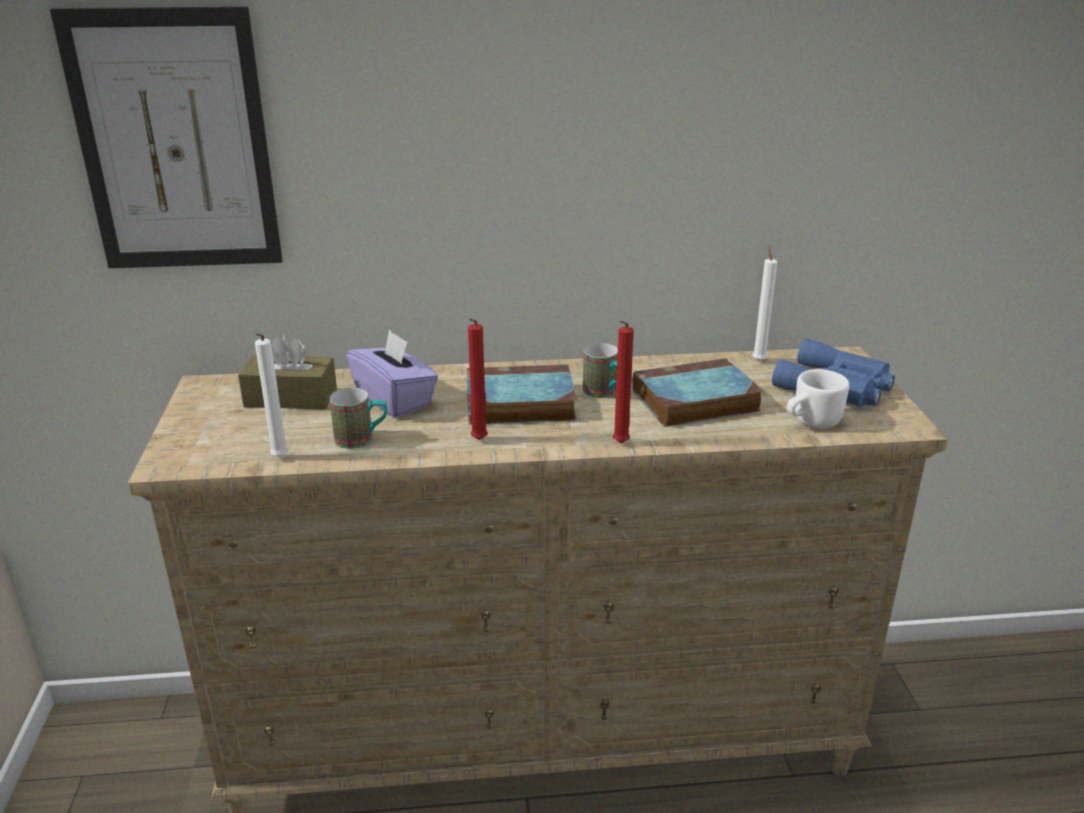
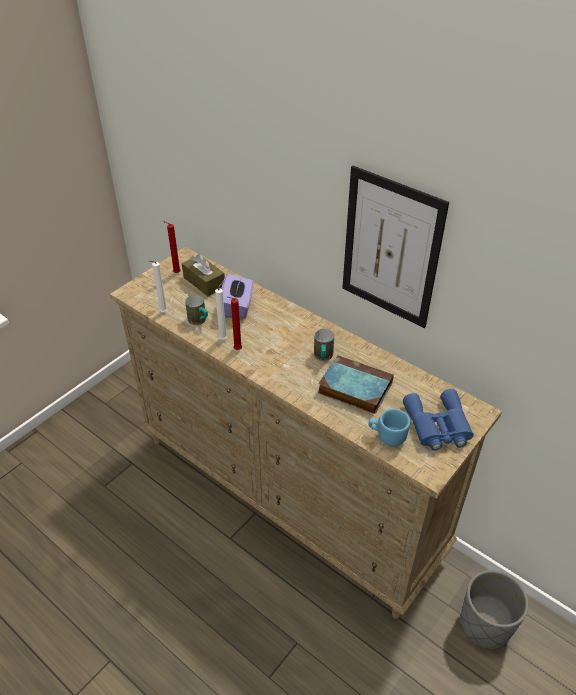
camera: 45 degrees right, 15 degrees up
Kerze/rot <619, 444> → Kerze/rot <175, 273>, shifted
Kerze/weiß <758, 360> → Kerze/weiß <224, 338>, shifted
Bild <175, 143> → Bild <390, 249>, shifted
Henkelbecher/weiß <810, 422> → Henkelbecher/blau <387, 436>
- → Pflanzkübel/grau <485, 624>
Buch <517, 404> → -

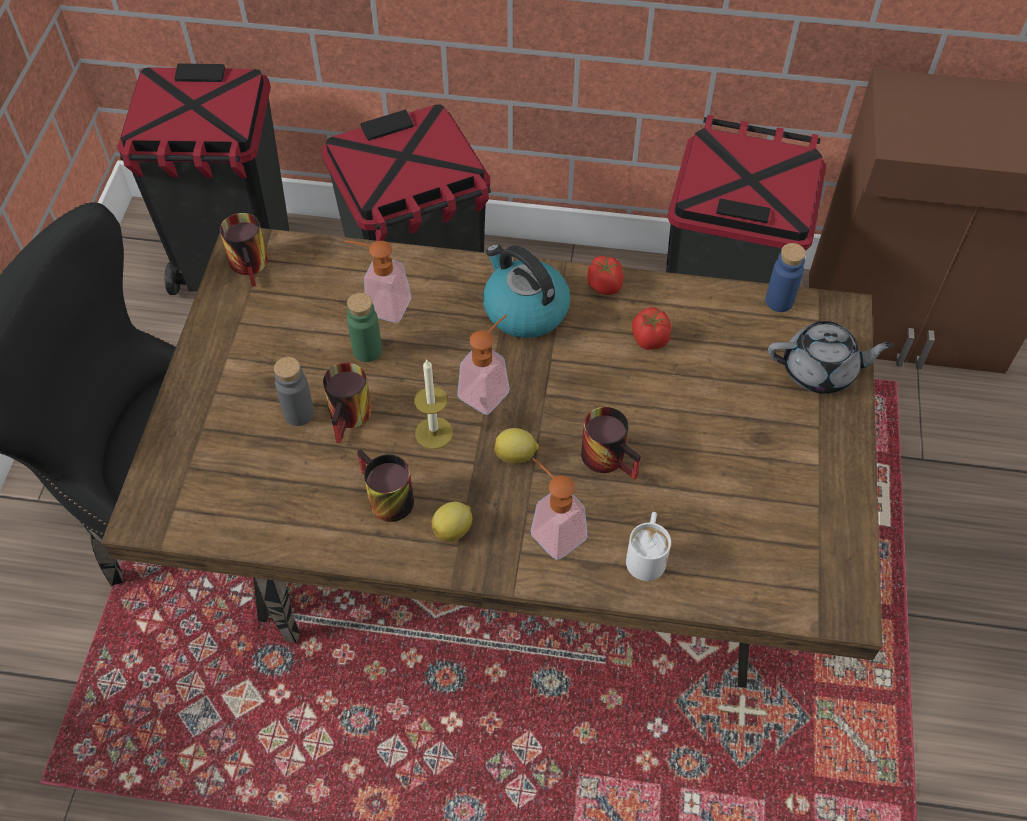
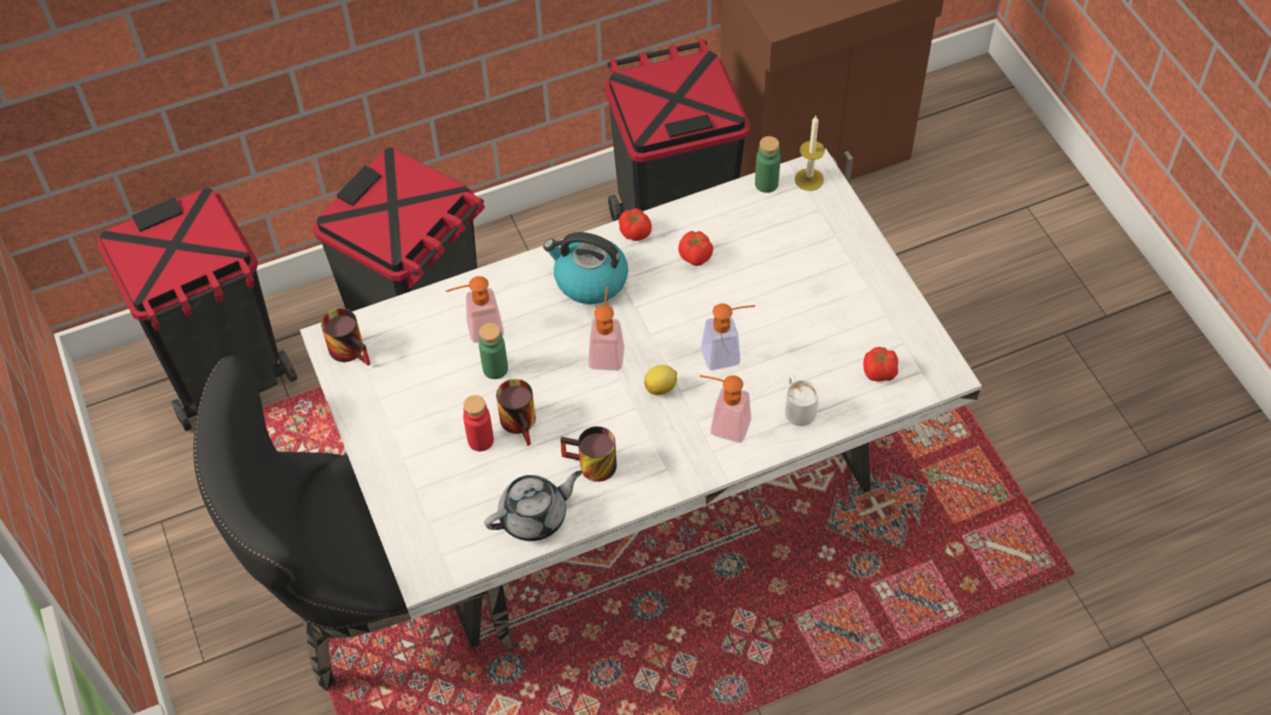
camera: 30 degrees left, 0 degrees up
Esstisch/braun <516, 560> → Esstisch/weiß <641, 491>
Flasche/grau <299, 413> → Flasche/rot <480, 440>
Teekanne/grau <820, 371> → Teekanne/grau <534, 516>, shifted
Henkelbecher <611, 457> → Seifenspender <728, 354>
Flasche/blau <779, 301> → Flasche/grün <766, 184>
Kerze <434, 433> → Kerze <809, 179>, shifted
- → Tomate <880, 373>
Zitrone <453, 529> → -

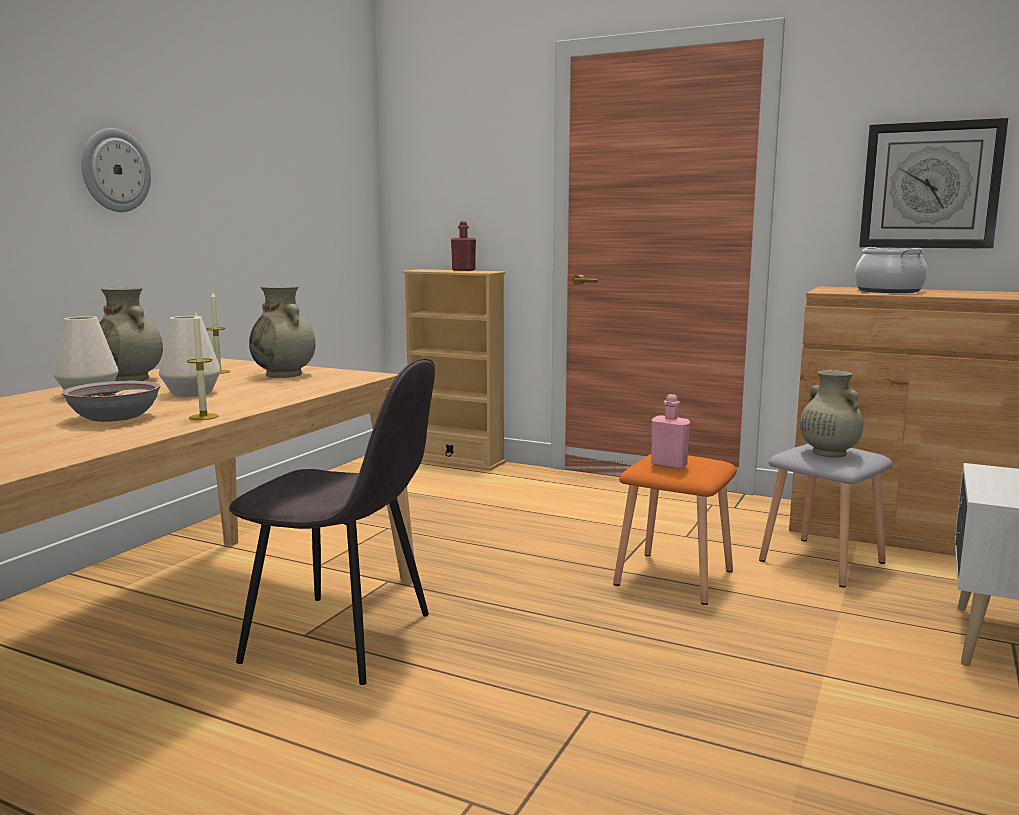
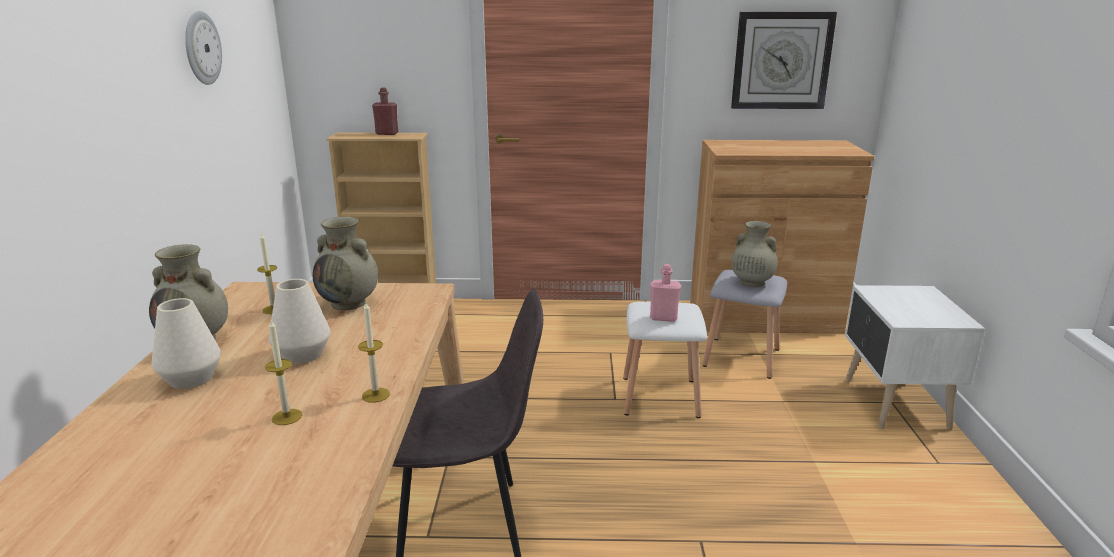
camera: 25 degrees left, 10 degrees up
Wanduhr <115, 170> → Wanduhr <201, 48>, shifted
Schüssel <115, 418> → Kerze <287, 417>
Hocker/orange <676, 577> → Hocker/weiß <661, 396>
Kochtopf <888, 291> → -

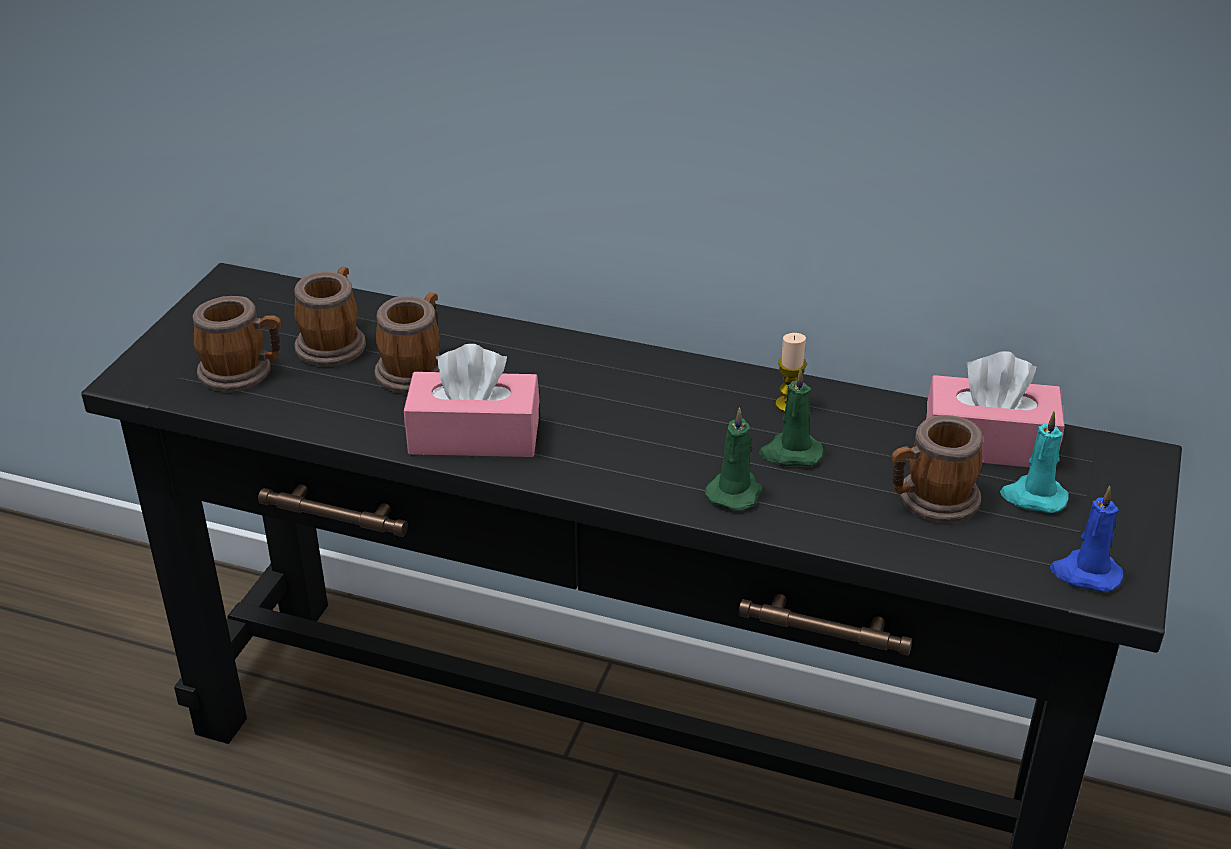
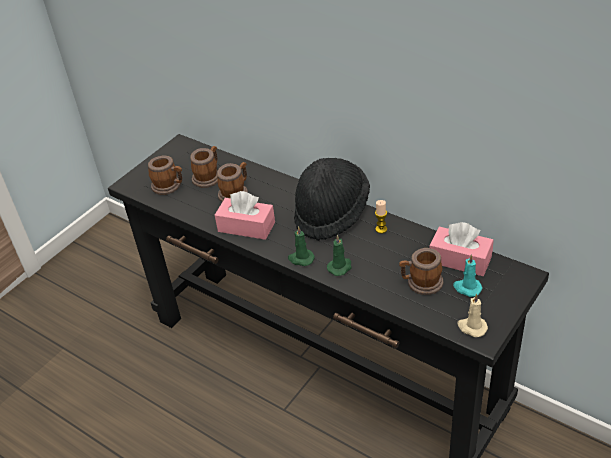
camera: 20 degrees right, 5 degrees up
Kerze/grün <790, 453> → Kerze/grün <301, 259>, shifted
- → Hut/schwarz <331, 213>
Kerze/blau <1085, 574> → Kerze/beige <471, 327>

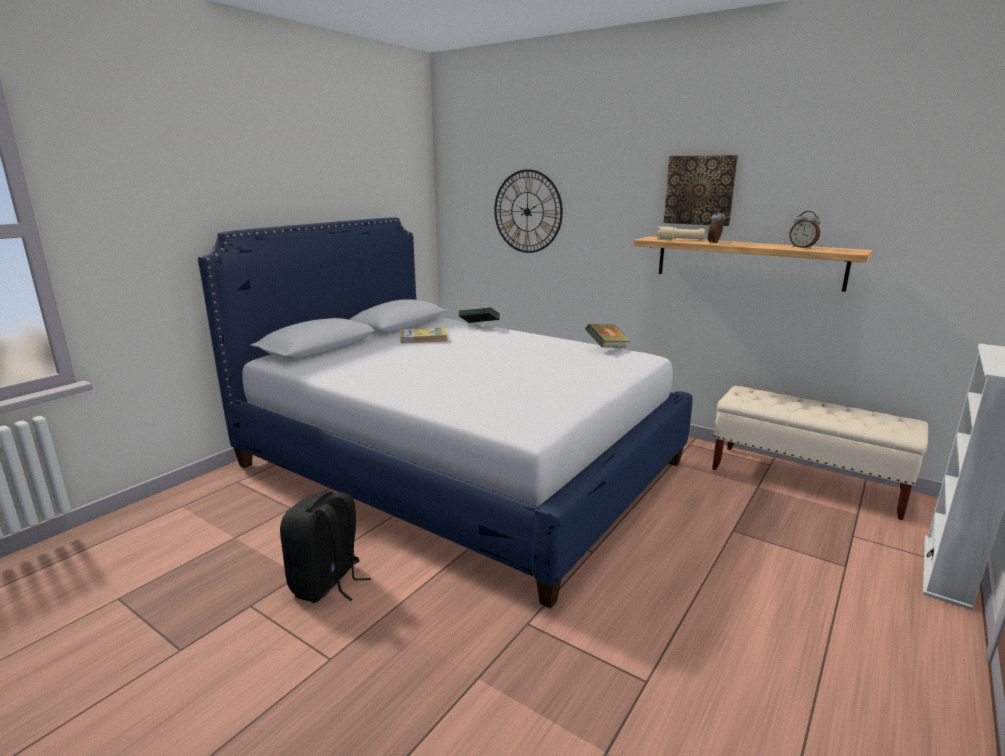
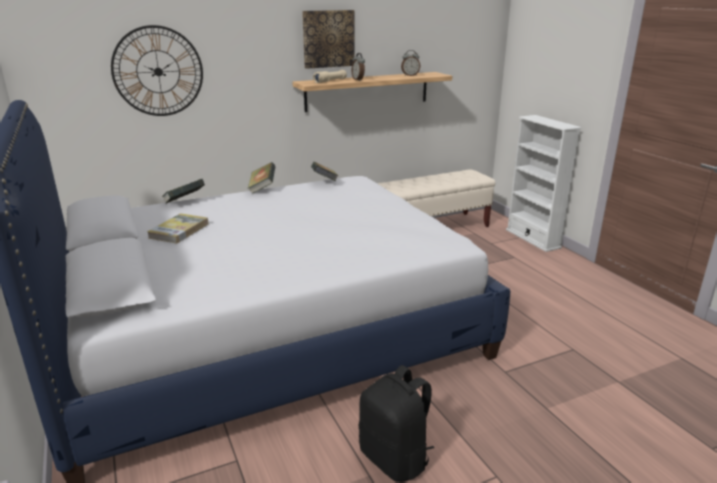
camera: 60 degrees left, 5 degrees up
- → Buch <262, 188>

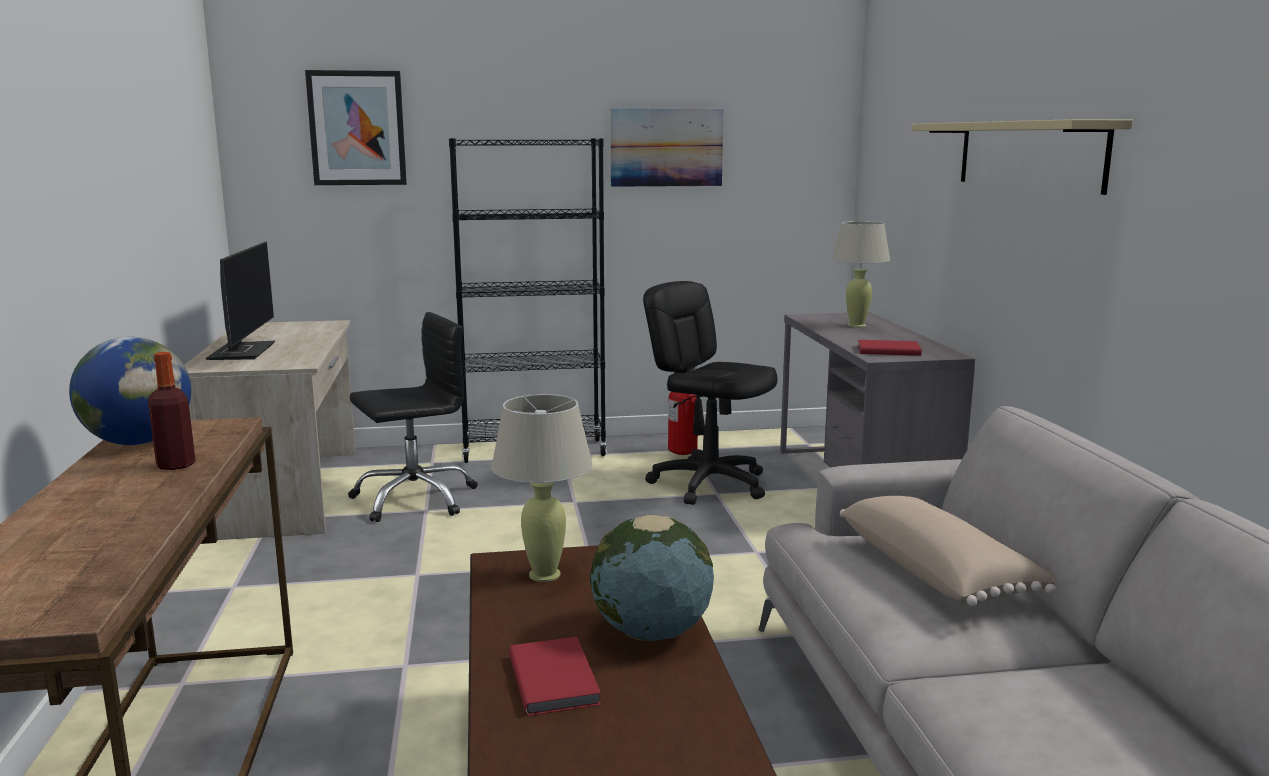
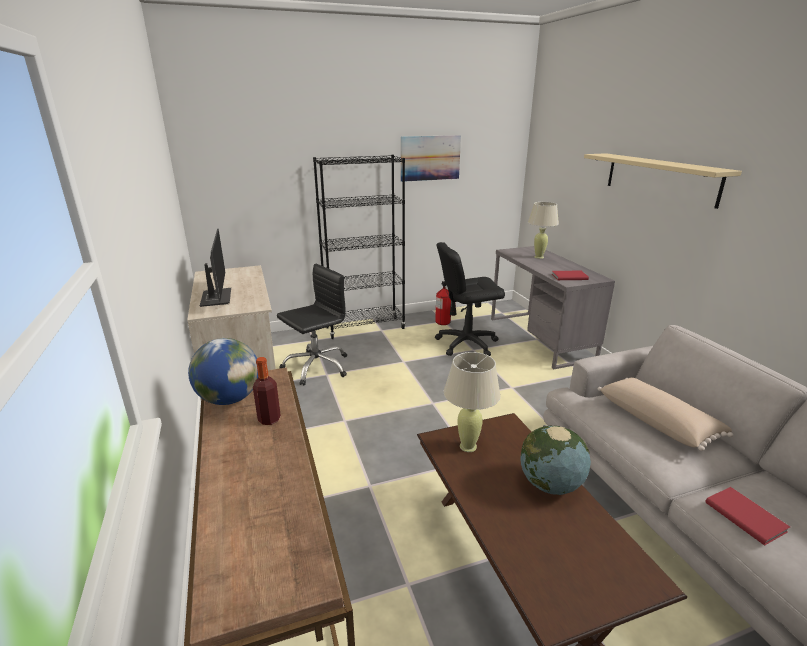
camera: 10 degrees left, 10 degrees up
Bürostuhl/schwarz <709, 484> → Bürostuhl/schwarz <466, 343>, 45 degrees counterclockwise
Buch/rot <555, 678> → Buch/rot <745, 516>, shifted
Bild <357, 128> → -

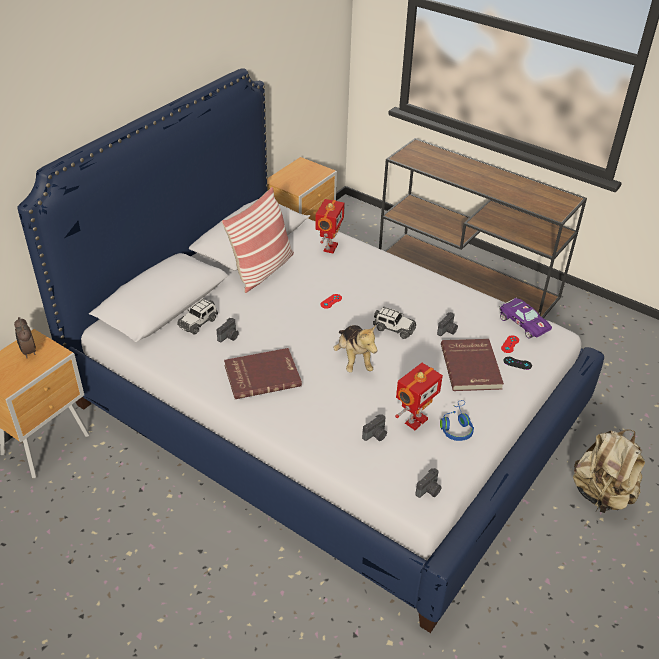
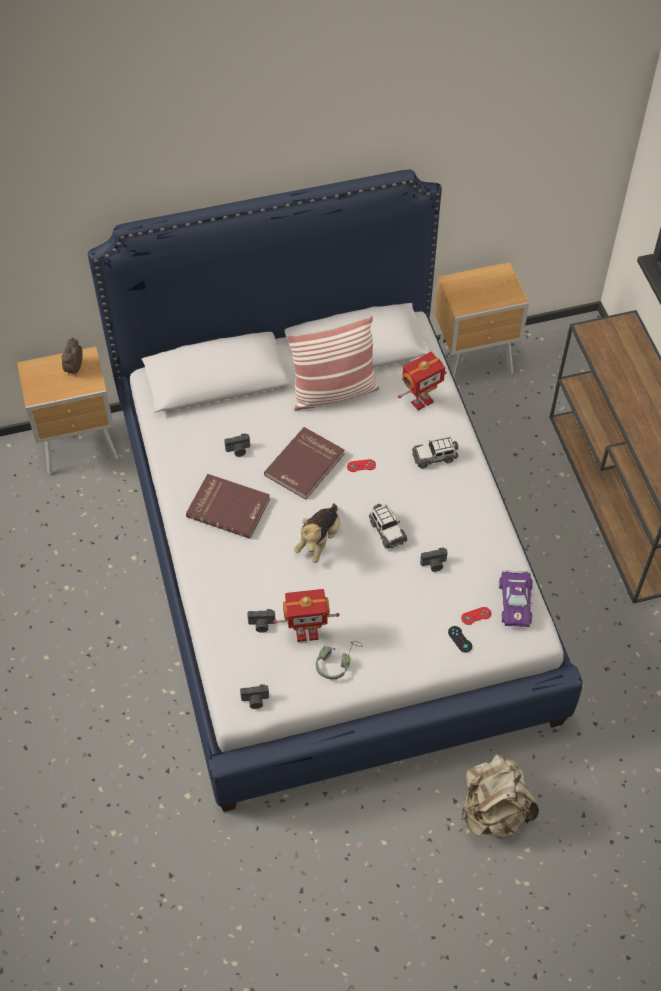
camera: 40 degrees right, 15 degrees up
Buch/rot <472, 367> → Buch/rot <305, 465>, shifted
Kopfhörer/blau <456, 426> → Kopfhörer/grau <336, 662>
Spielzeugauto <198, 322> → Spielzeugauto <434, 457>, shifted

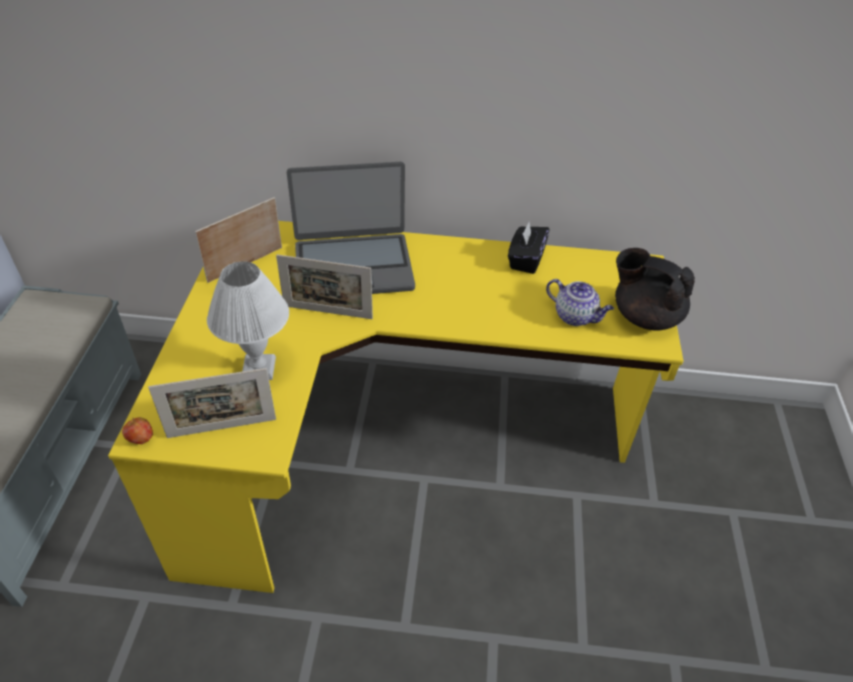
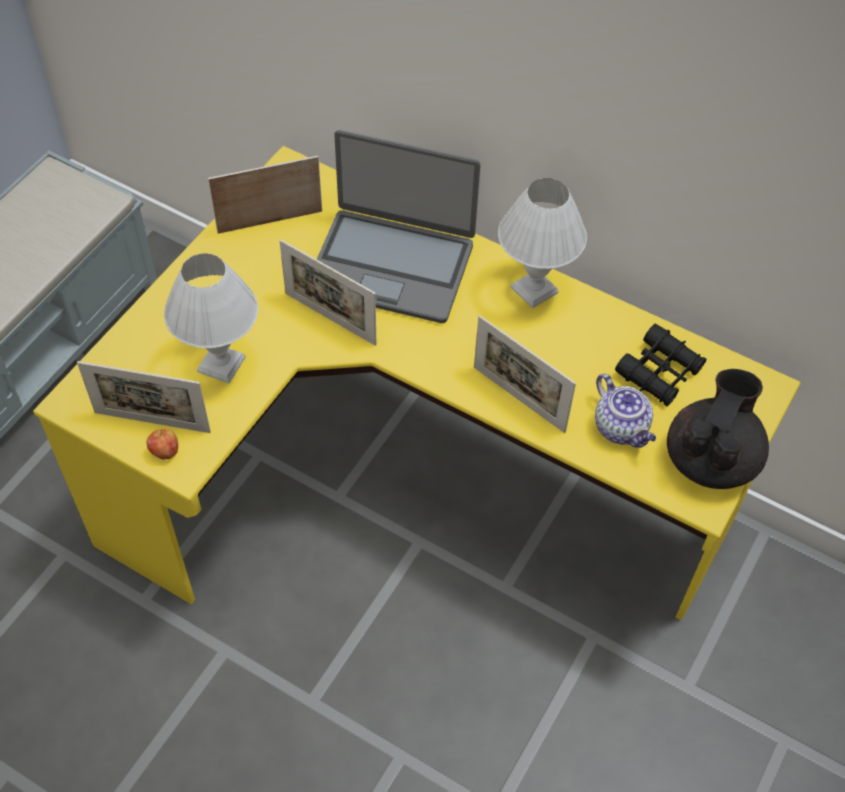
camera: 25 degrees right, 10 degrees up
Apfel <141, 439> → Apfel <165, 452>, shifted
- → Bilderrahmen <519, 399>
- → Tischlampe/weiß <533, 291>
- → Fernglas/schwarz <659, 372>
Teekanne/schwarz <644, 316> → Teekanne/schwarz <711, 459>, 60 degrees clockwise
Taschentuchbox/schwarz <525, 260> → -

